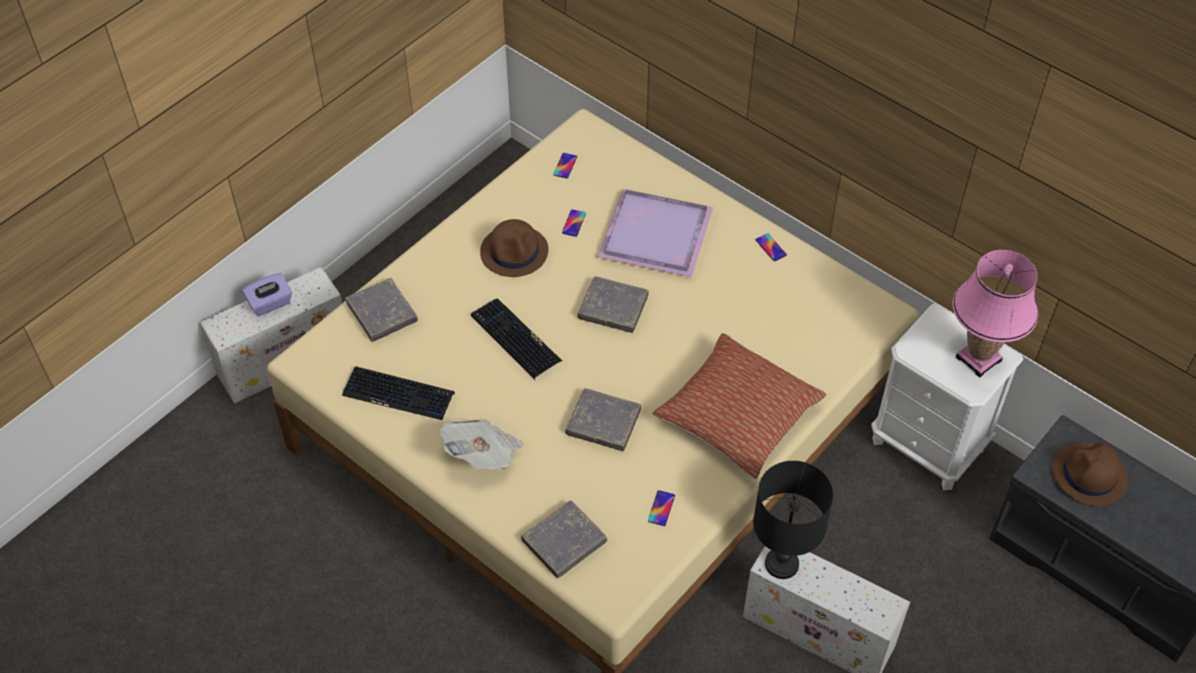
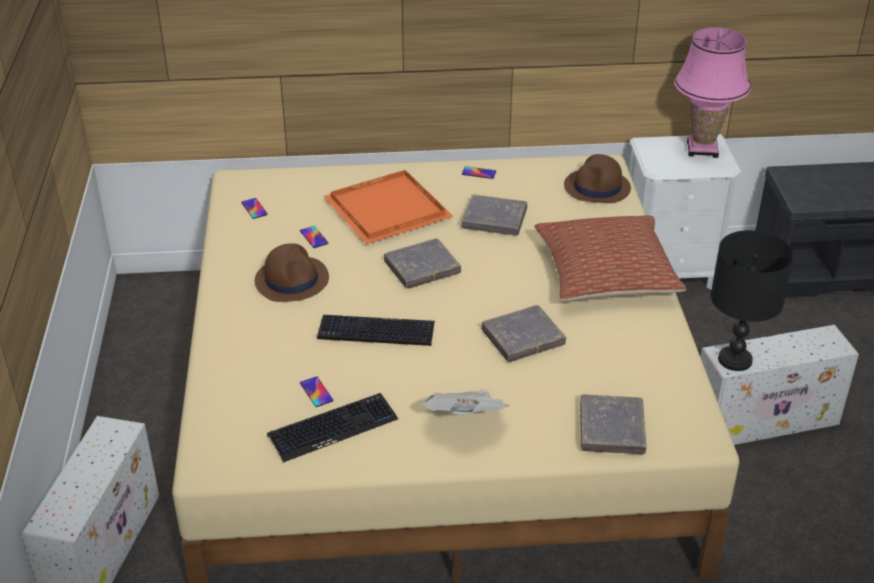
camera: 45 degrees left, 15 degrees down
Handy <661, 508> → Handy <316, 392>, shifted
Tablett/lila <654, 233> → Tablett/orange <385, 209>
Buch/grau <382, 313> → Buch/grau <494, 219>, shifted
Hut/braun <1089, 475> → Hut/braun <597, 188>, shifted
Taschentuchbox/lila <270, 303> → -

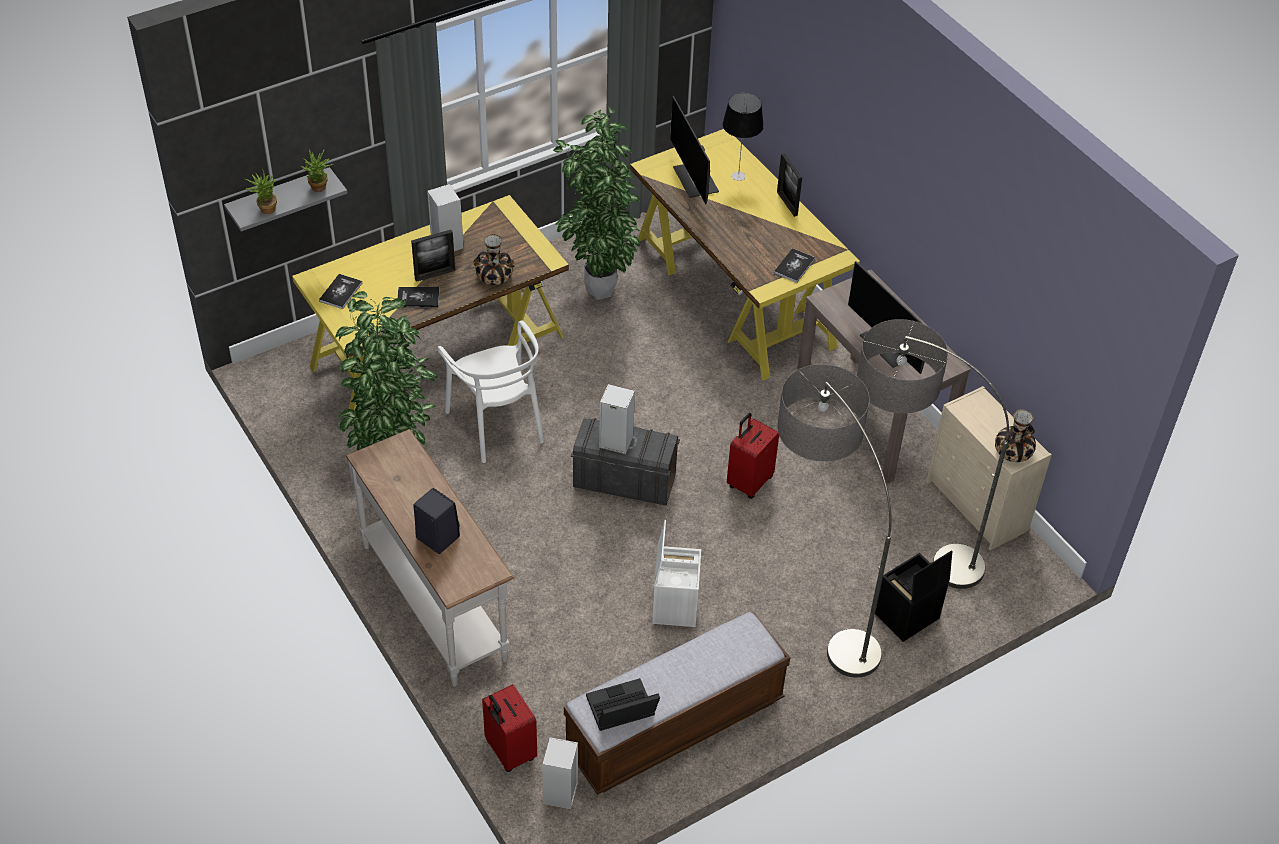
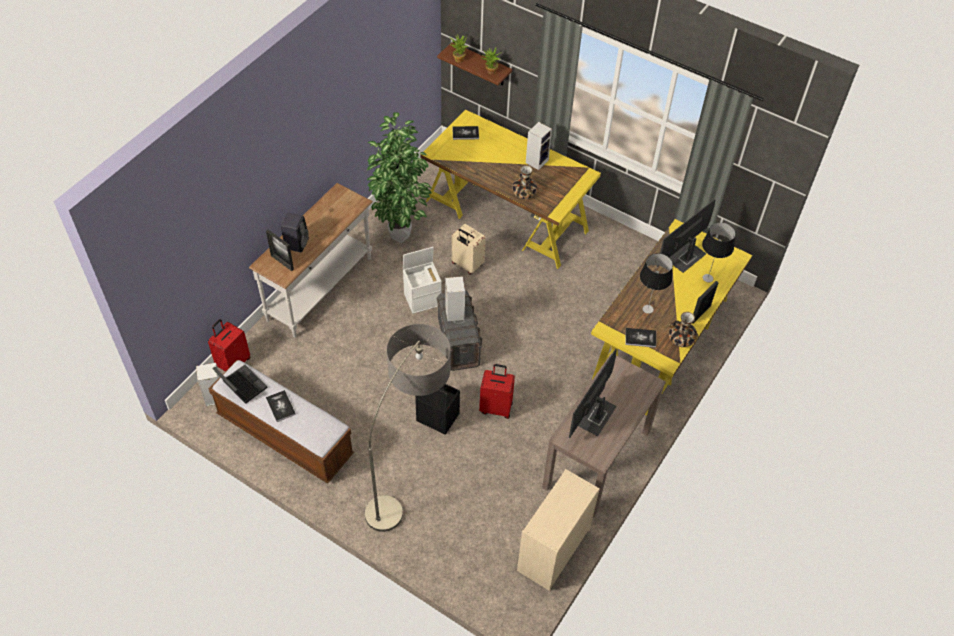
camera: 65 degrees right, 5 degrees up
Bilderrahmen <435, 274> → Bilderrahmen <282, 262>, shifted
Buch <418, 298> → Buch <281, 406>, shifted
Aufbewahrungsbox/weiß <674, 604> → Aufbewahrungsbox/weiß <423, 299>, shifted
Aufbewahrungsbox/schwarz <906, 617> → Aufbewahrungsbox/schwarz <436, 417>, shifted
Wandregal/grau <279, 200> → Wandregal/braun <481, 65>
Stuhl/weiß <497, 424> → Koffer/beige <467, 265>
- → Tischlampe <648, 309>
Vase <1013, 451> → Vase <681, 339>, shifted
Topfpflanze <596, 290> → -
Stehlampe <897, 550> → -

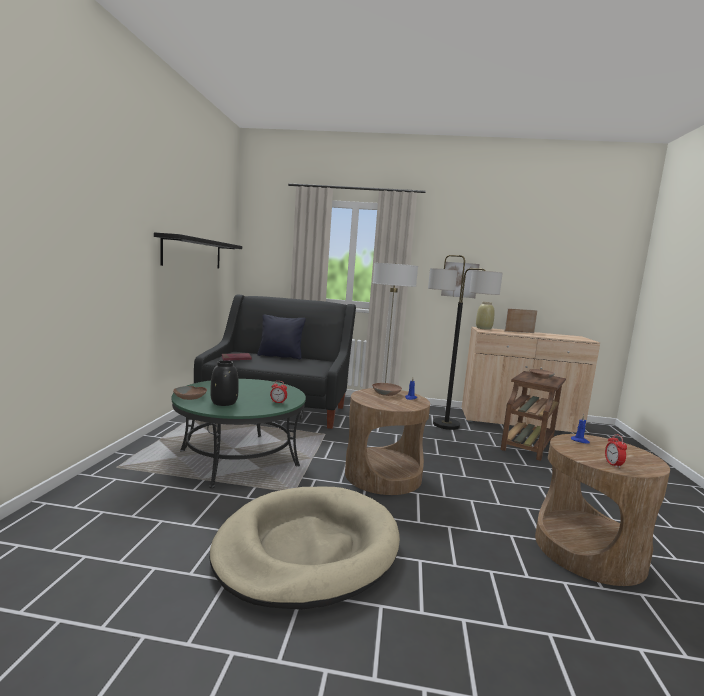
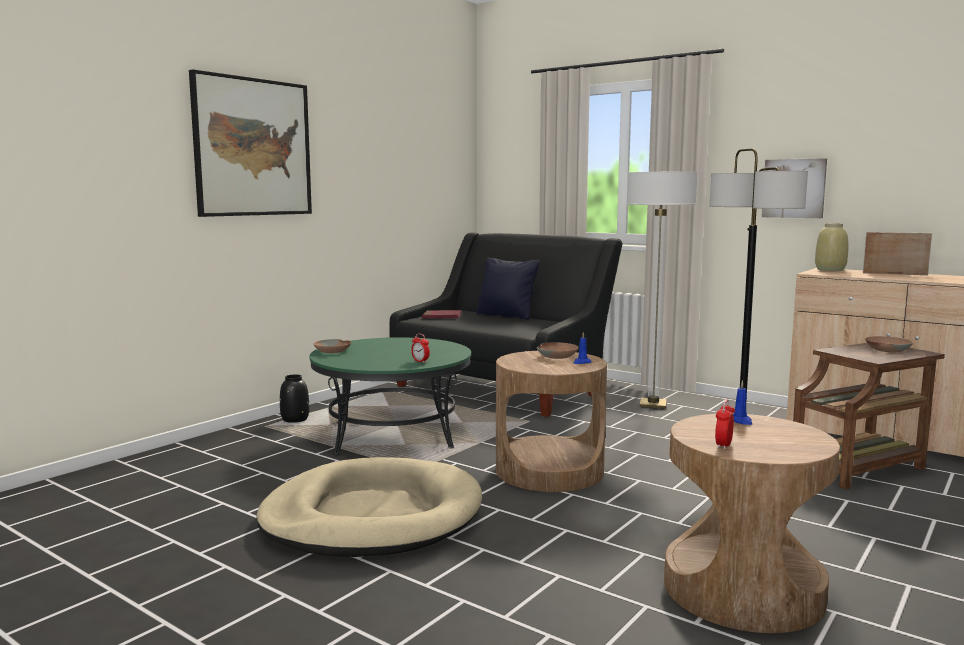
camera: 30 degrees right, 0 degrees up
- → Bild <253, 147>
Vase/schwarz <223, 403> → Vase/schwarz <294, 420>, shifted
Wandregal/schwarz <193, 253> → -

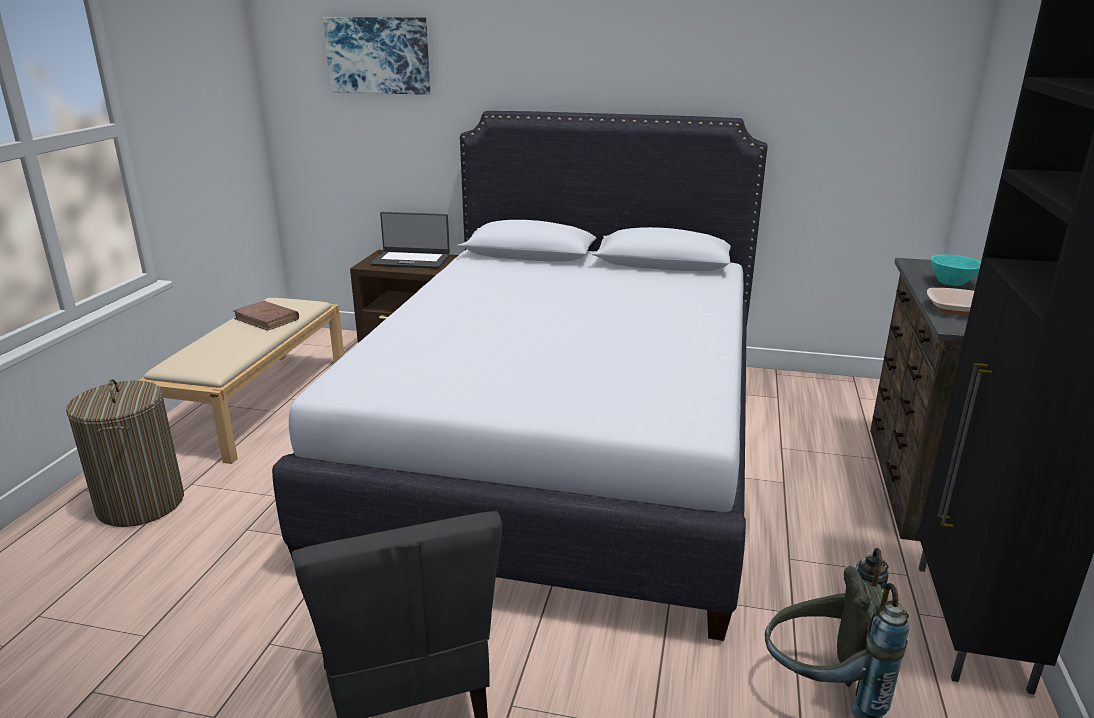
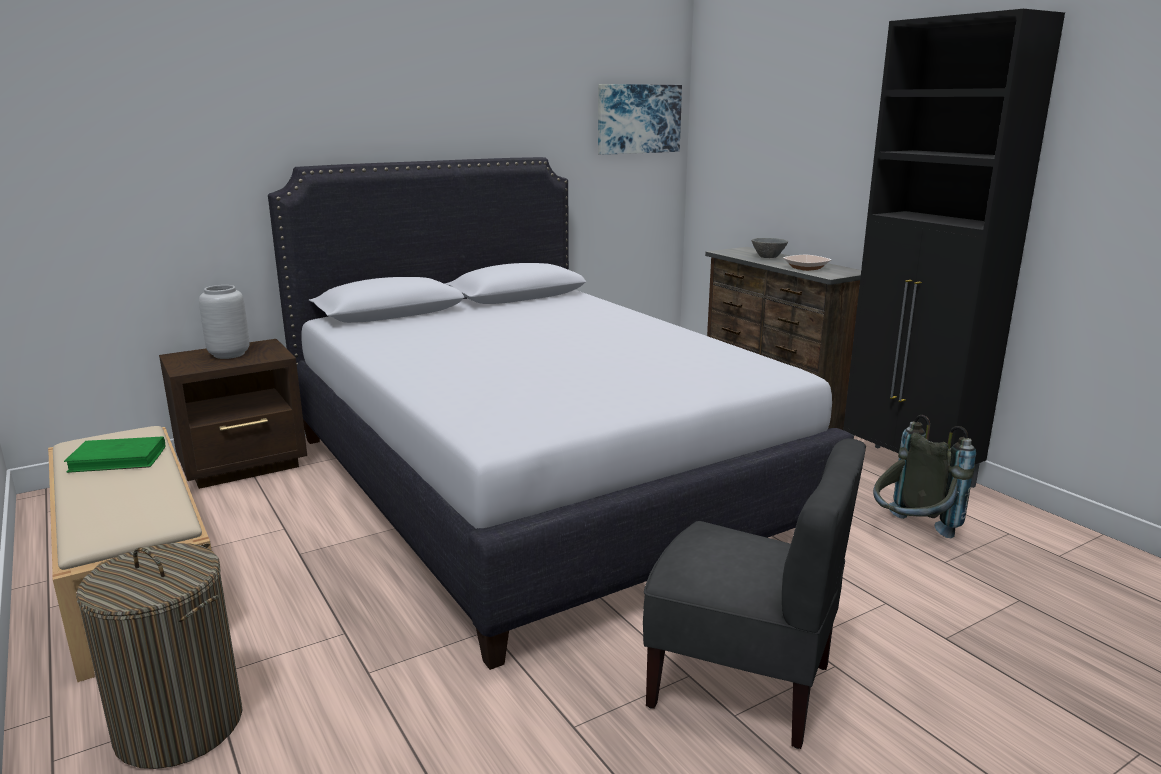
camera: 45 degrees left, 5 degrees down
Buch/braun <267, 319> → Buch/grün <118, 459>
Laptop <411, 260> → Vase/grau <229, 354>
Bild <378, 55> → Bild <638, 119>, shifted
Schüssel/türkis <953, 283> → Schüssel/grau <769, 257>

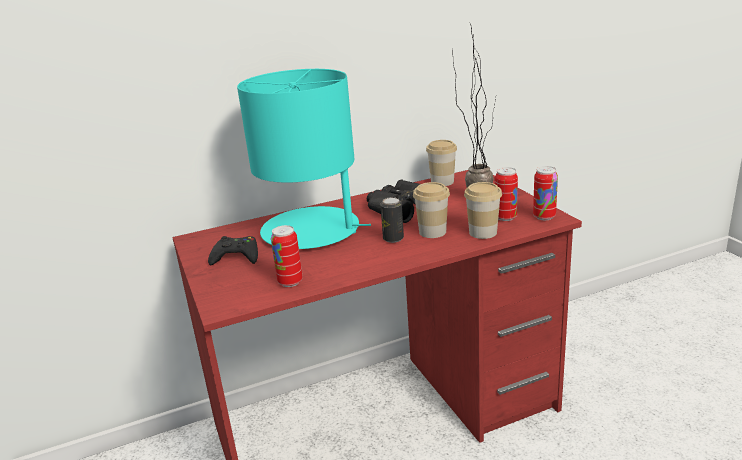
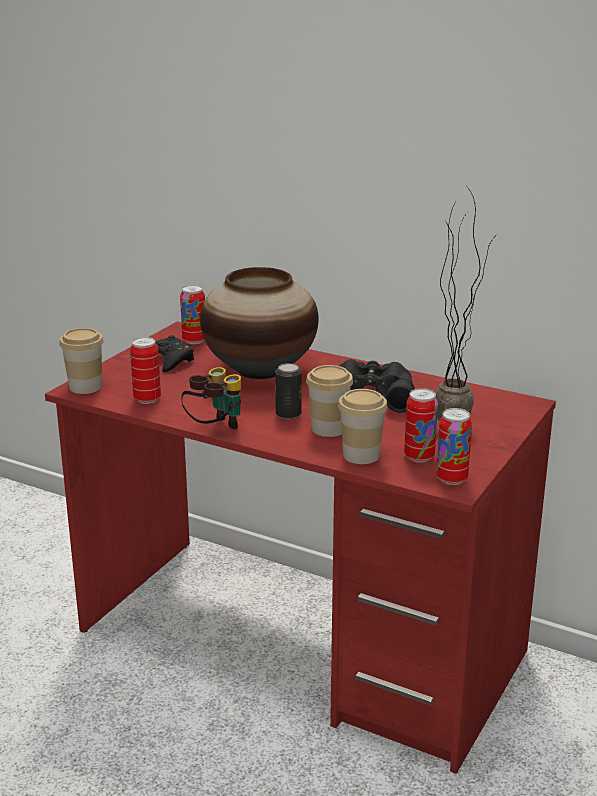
camera: 50 degrees right, 0 degrees up
Tasse <442, 182> → Tasse <85, 387>, shifted
- → Dose <194, 340>
- → Fernglas <214, 429>
Tischlampe/türkis <312, 230> → Vase <259, 371>

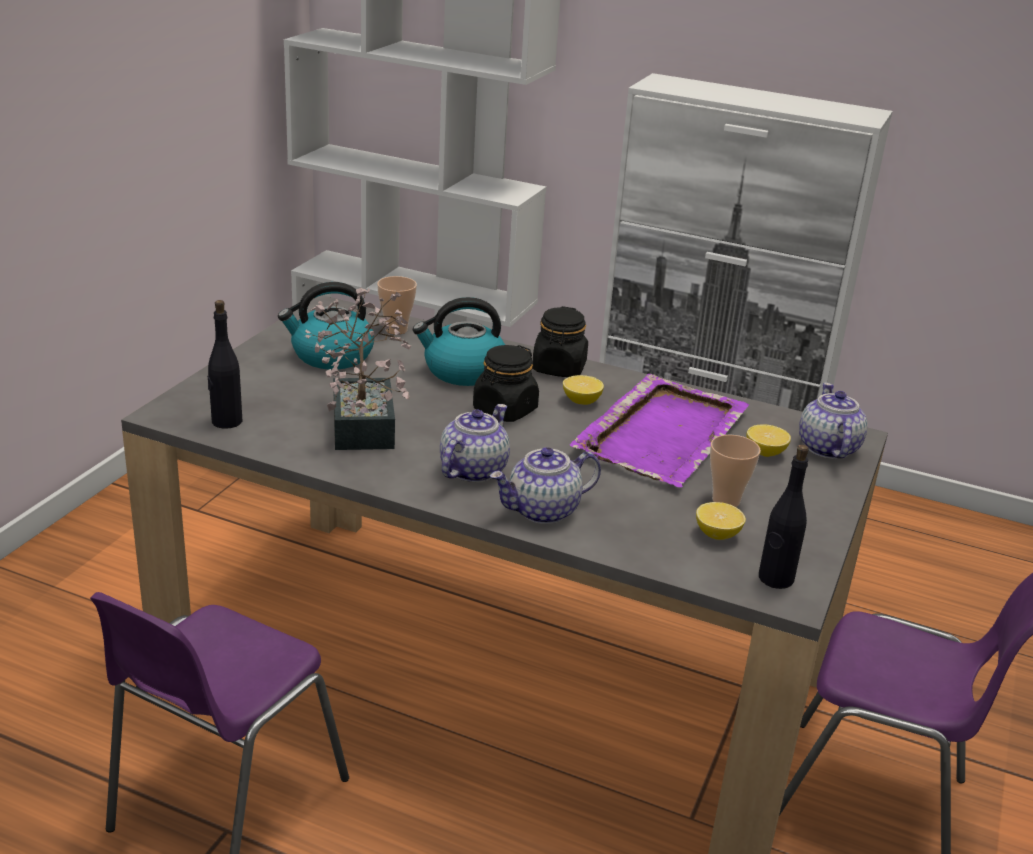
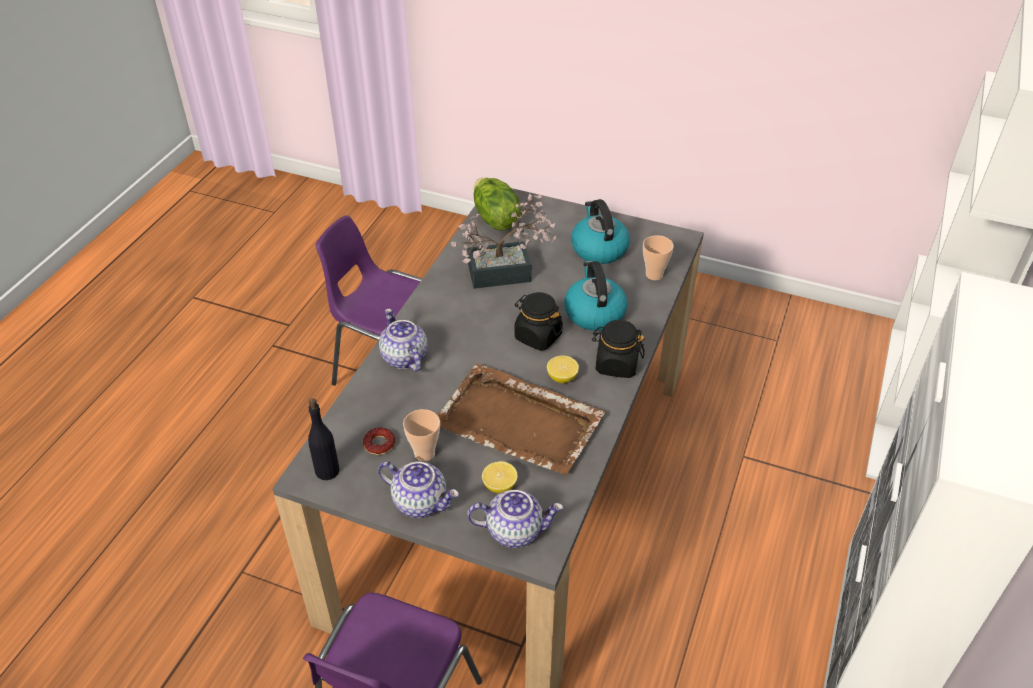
camera: 90 degrees right, 15 degrees up
Zitrone <717, 534> → Donut <379, 444>
Teekanne <472, 470> → Teekanne <421, 502>, shifted
Tablett/lila <663, 433> → Tablett/braun <520, 423>
Flasche/schwarz <226, 421> → Salatkopf <495, 219>

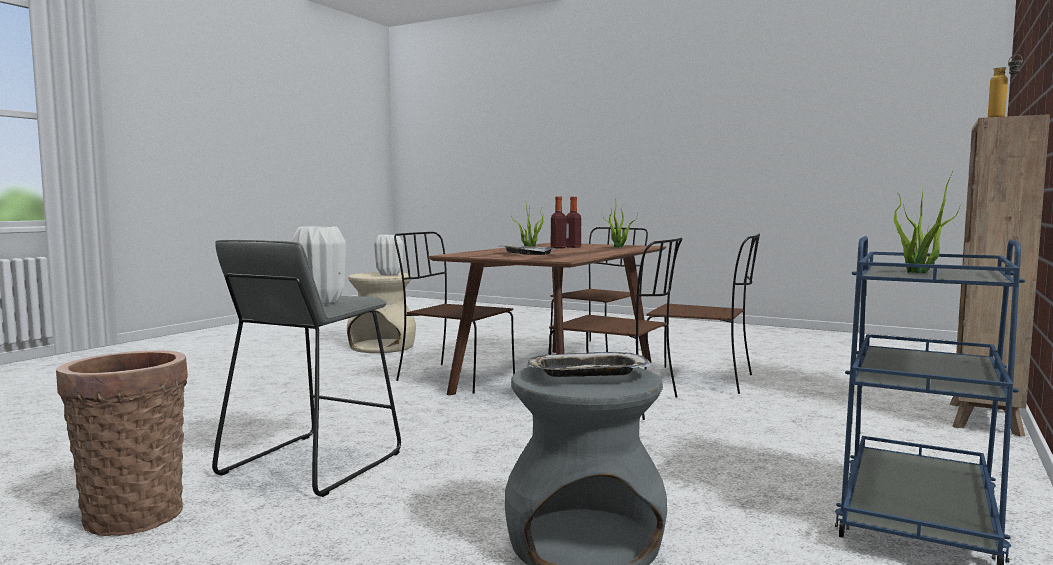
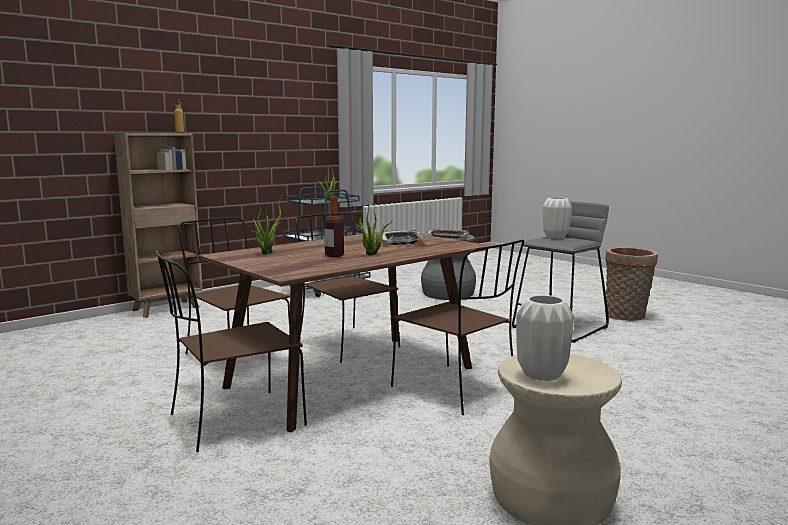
camera: 160 degrees left, 5 degrees up
Flasche <573, 247> → -

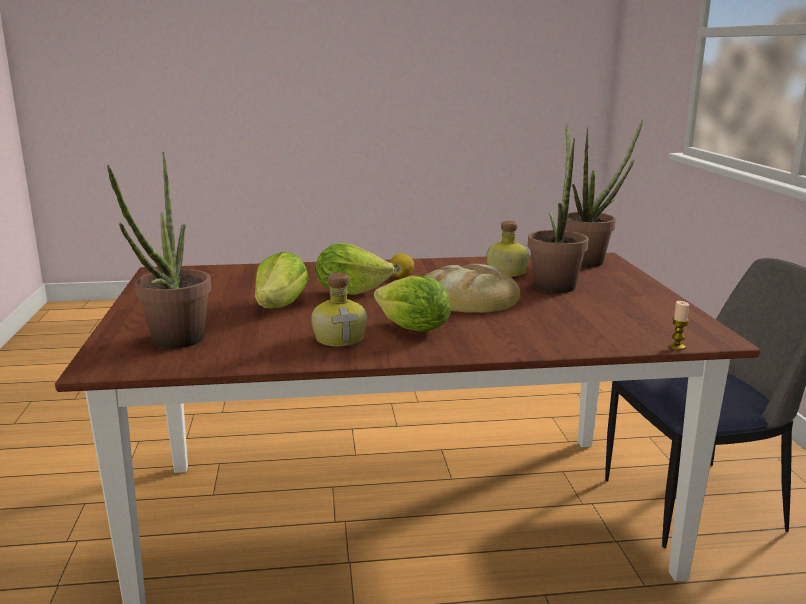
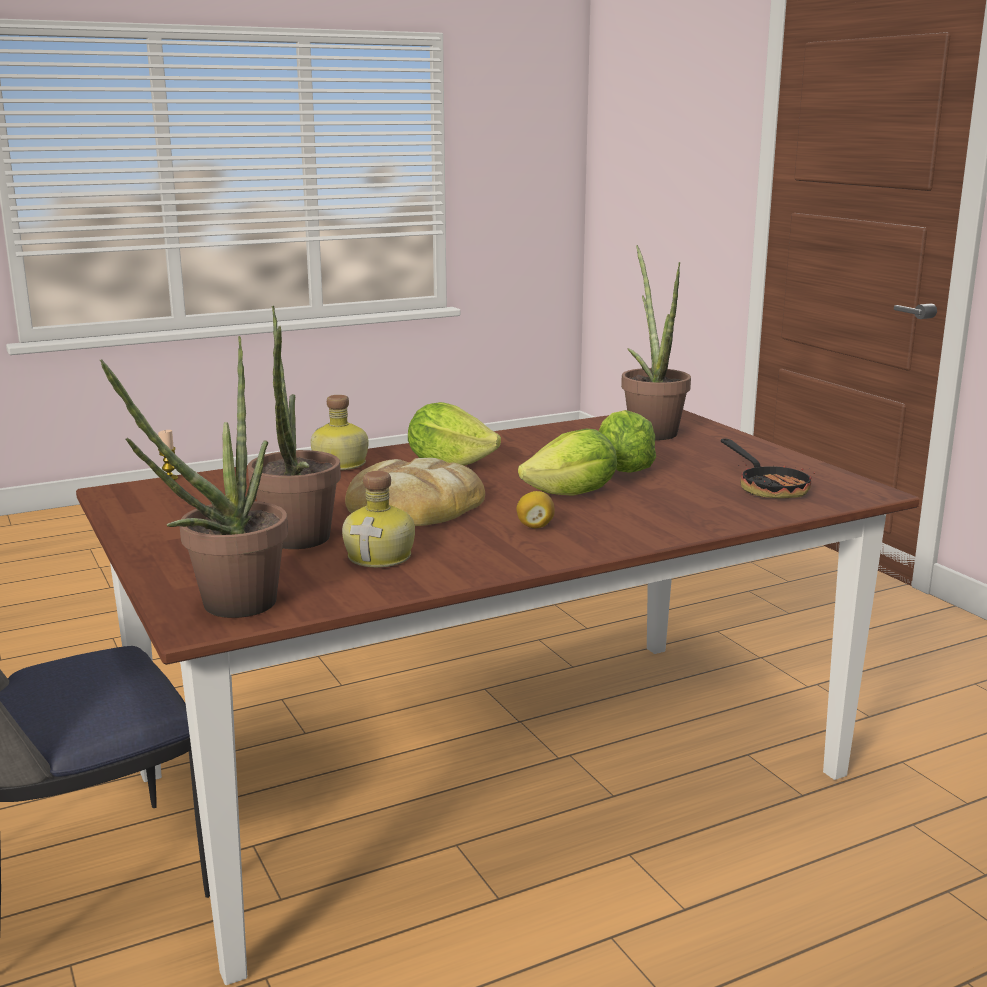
camera: 160 degrees right, 0 degrees up
Flasche <340, 338> → Flasche <340, 464>, shifted
- → Pfanne <768, 487>

